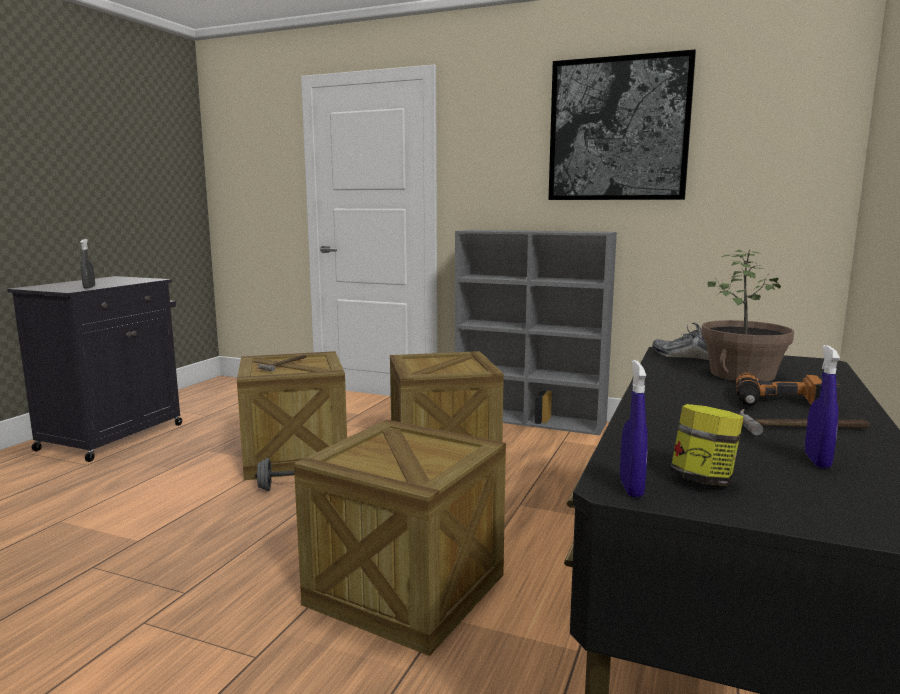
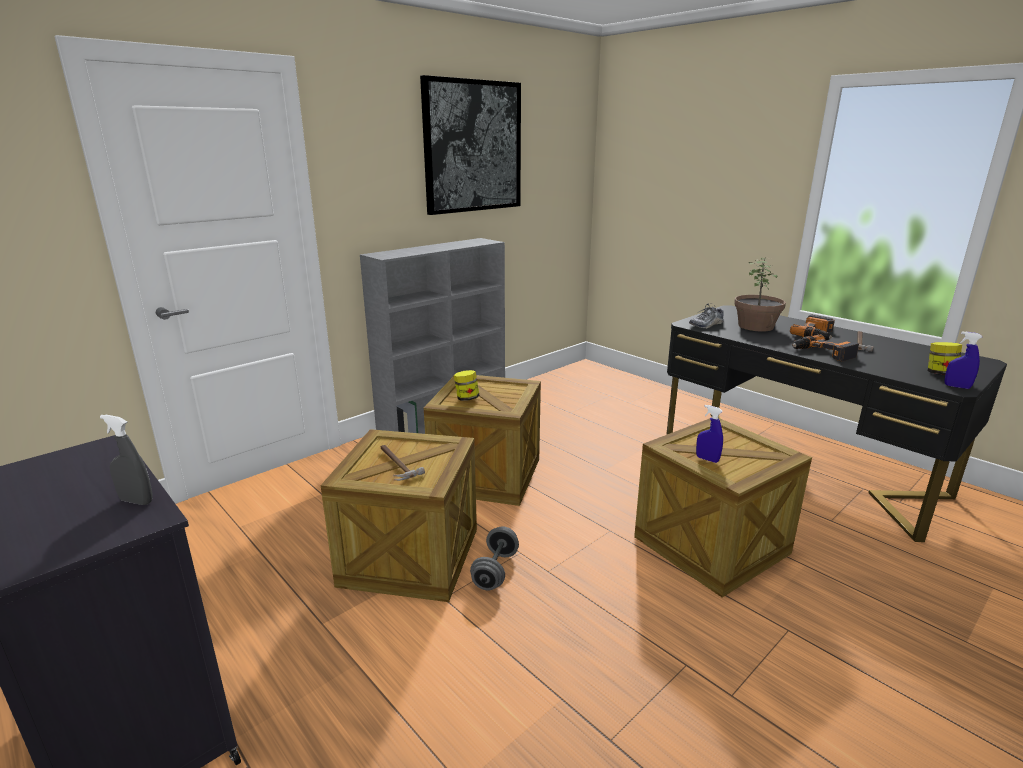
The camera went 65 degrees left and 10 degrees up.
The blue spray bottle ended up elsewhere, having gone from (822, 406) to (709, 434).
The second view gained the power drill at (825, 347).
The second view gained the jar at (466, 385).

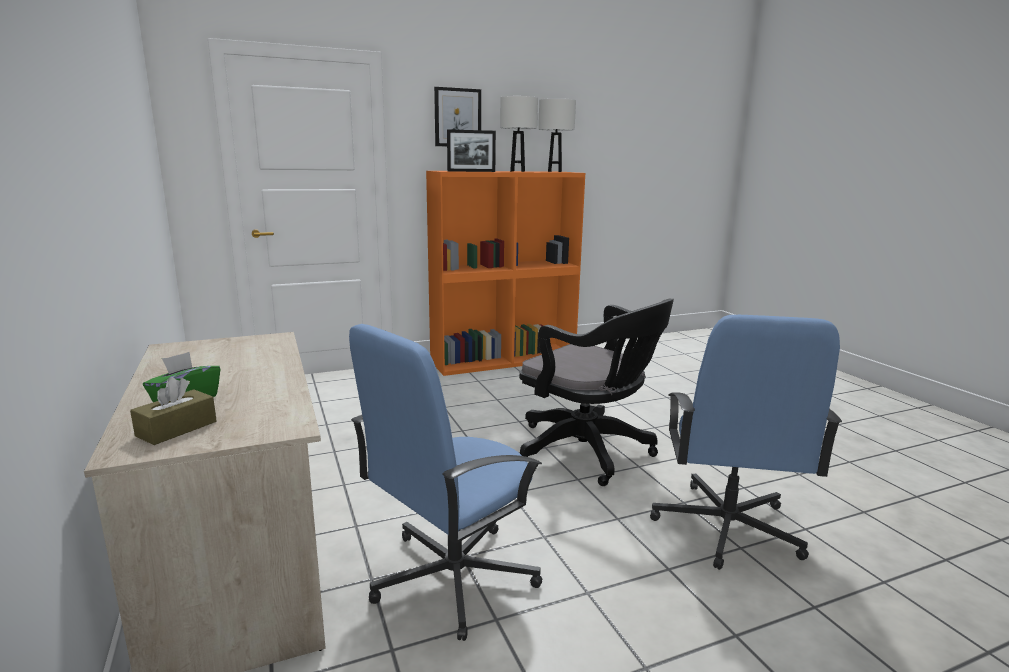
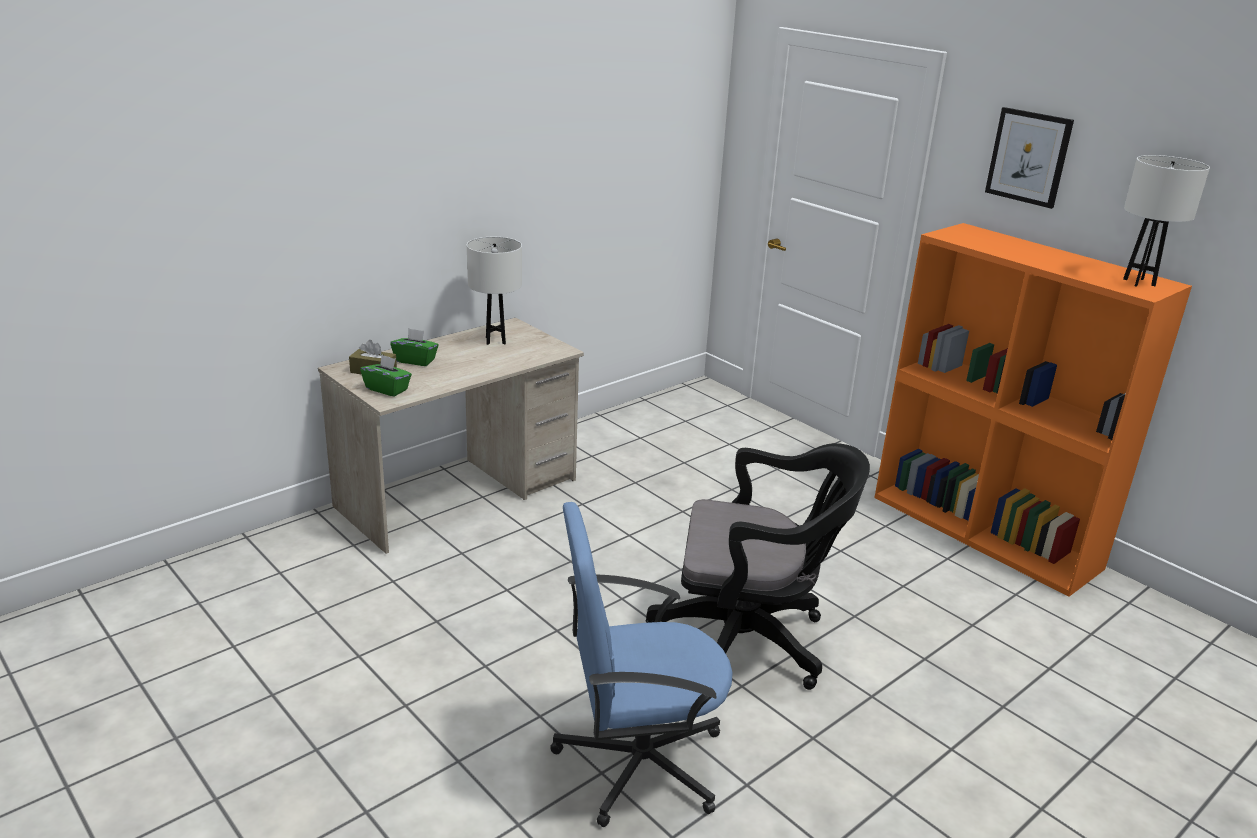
The camera went 70 degrees right and 10 degrees up.
The white table lamp ended up elsewhere, having gone from (519, 134) to (494, 291).
The second view lost the picture frame at (471, 150).
The black office chair at (596, 392) ended up facing another way, 105 degrees counterclockwise from before.
The second view lost the blue office chair at (445, 482).
The second view gained the green tissue box at (386, 376).

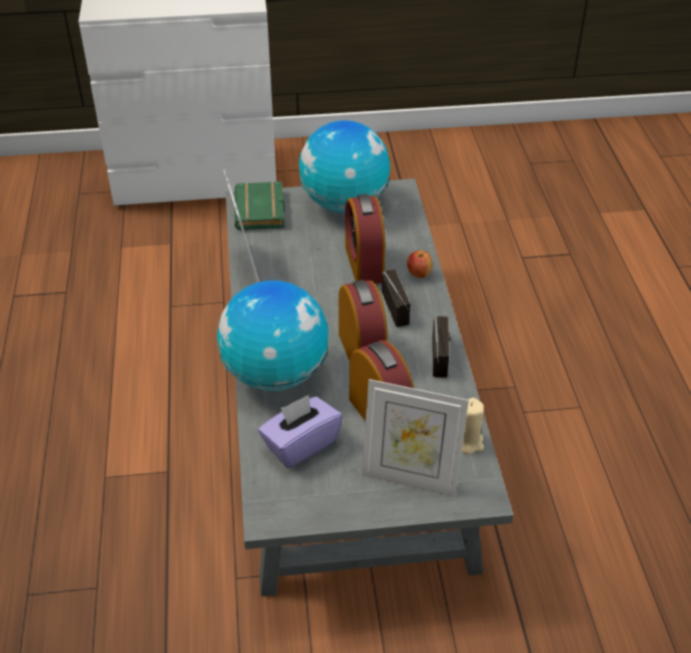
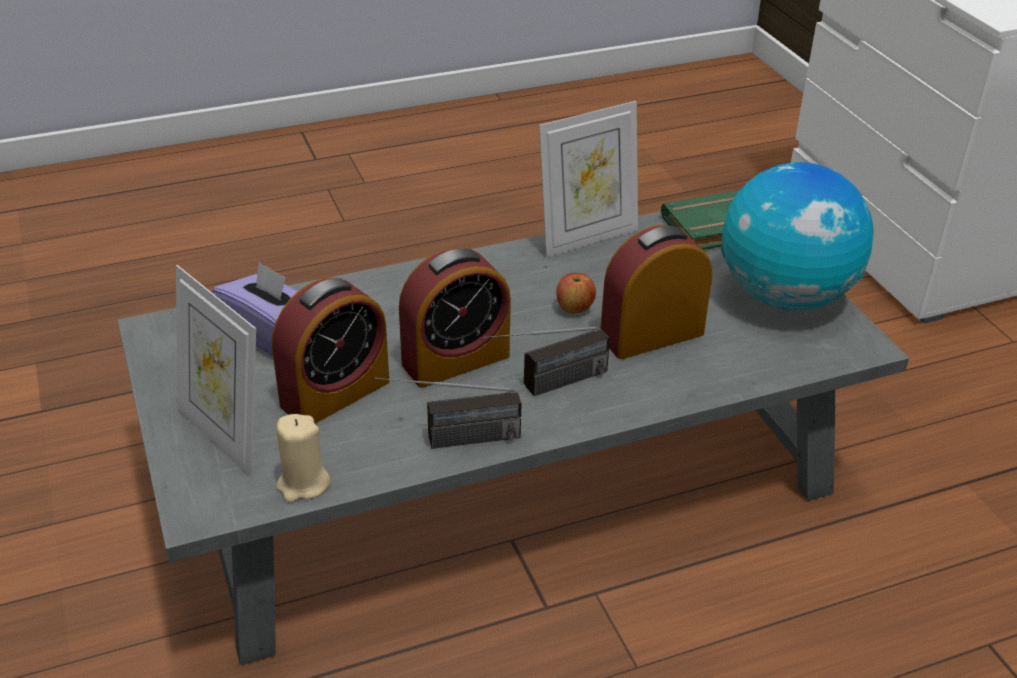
The camera went 75 degrees right and 5 degrees down.
The apple ended up elsewhere, having gone from (420, 264) to (576, 293).
The second view lost the globe at (272, 335).
The picture frame at (415, 438) ended up facing another way, 45 degrees counterclockwise from before.

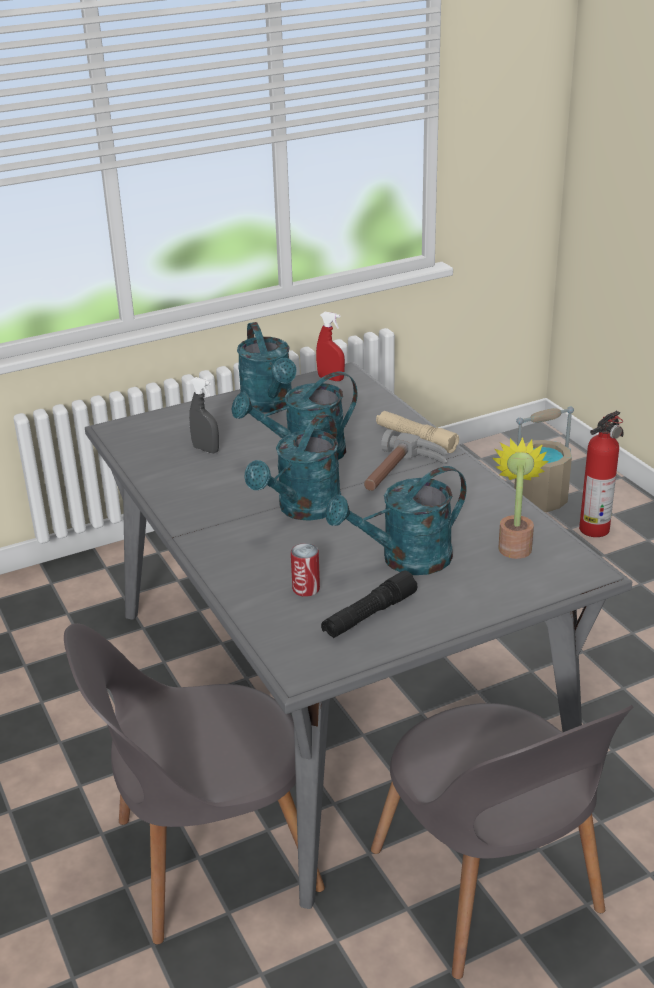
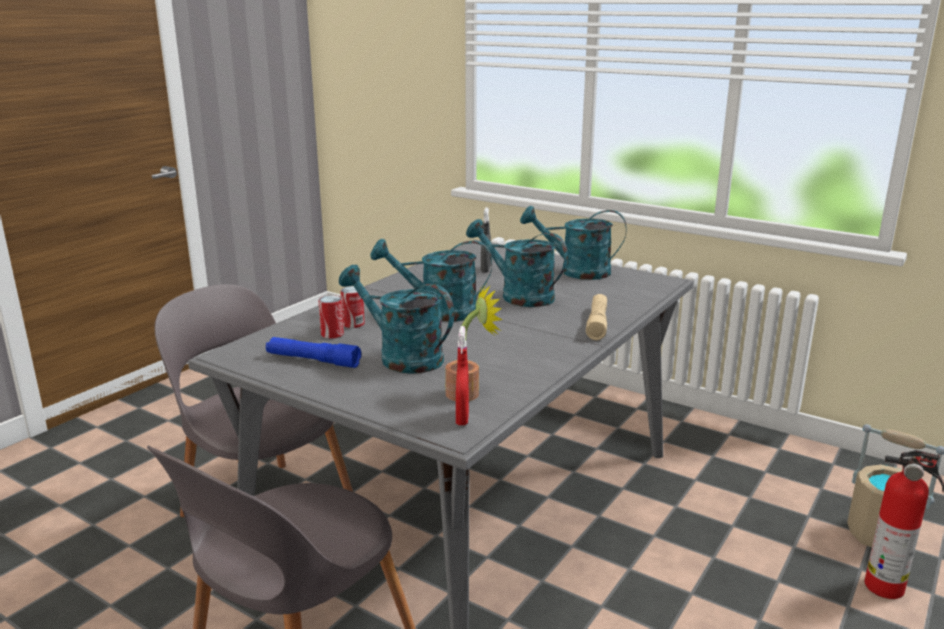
The camera went 60 degrees right and 10 degrees down.
The red spray bottle ended up elsewhere, having gone from (330, 346) to (462, 375).
The turquoise watering can at (266, 367) ended up facing another way, 60 degrees clockwise from before.
The second view lost the hammer at (406, 460).
What was the black flashlight at (369, 604) turned into the blue flashlight at (313, 352).
The second view gained the can at (353, 307).

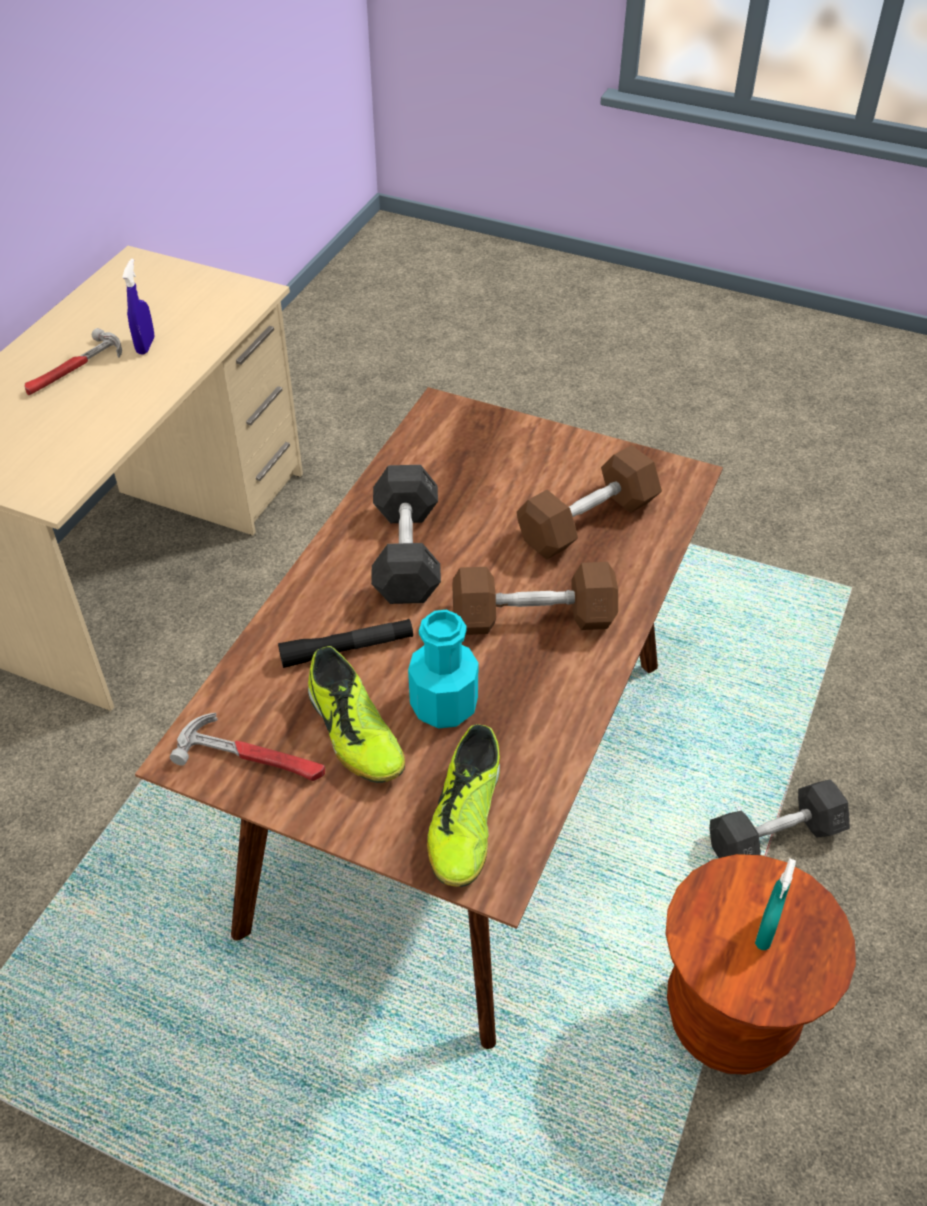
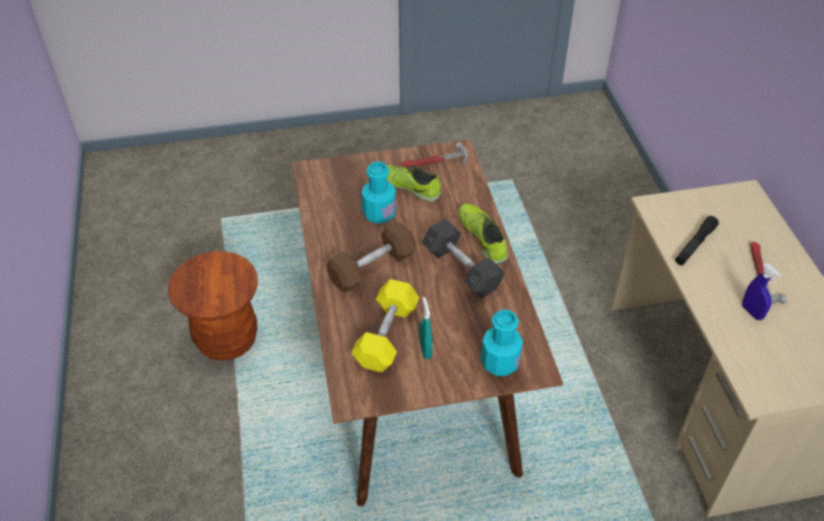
The camera went 145 degrees right and 0 degrees up.
What was the brown dumbbell at (589, 502) turned into the yellow dumbbell at (385, 325).
The black flashlight ended up elsewhere, having gone from (345, 643) to (697, 240).
The shoe ended up elsewhere, having gone from (463, 805) to (483, 234).
The second view lost the grey dumbbell at (780, 818).
The turquoise spray bottle ended up elsewhere, having gone from (775, 904) to (425, 328).
The second view gained the turquoise bottle at (502, 343).

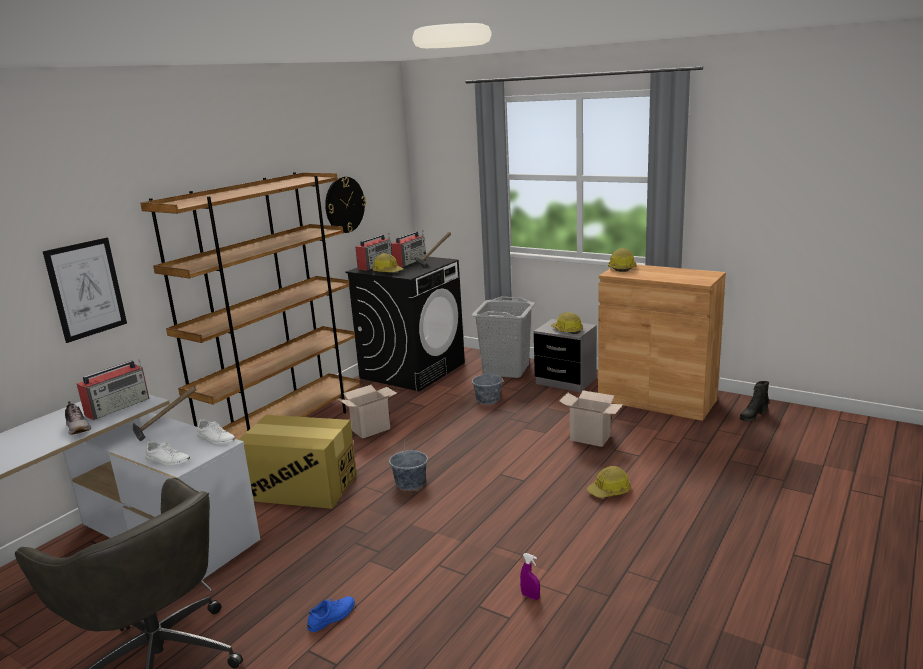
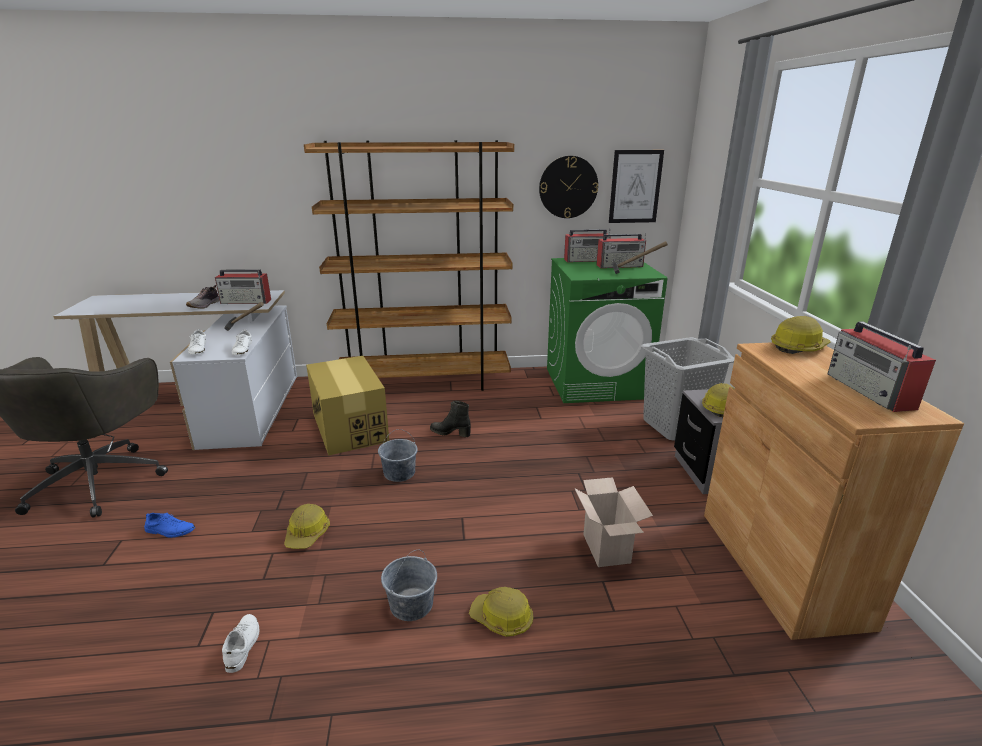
The camera went 50 degrees right and 5 degrees up.
The picture ended up elsewhere, having gone from (85, 290) to (636, 186).
The hard hat ended up elsewhere, having gone from (387, 262) to (307, 526).
What was the black washing machine at (405, 324) turned into the green washing machine at (607, 330).
The grey bucket ended up elsewhere, having gone from (487, 384) to (409, 585).
The black boot ended up elsewhere, having gone from (754, 401) to (450, 419).
The second view lost the cardboard box at (367, 412).
Where the purple spray bottle stood at (530, 576), the white shoe came to stand at (240, 643).
The second view gained the radio at (882, 366).

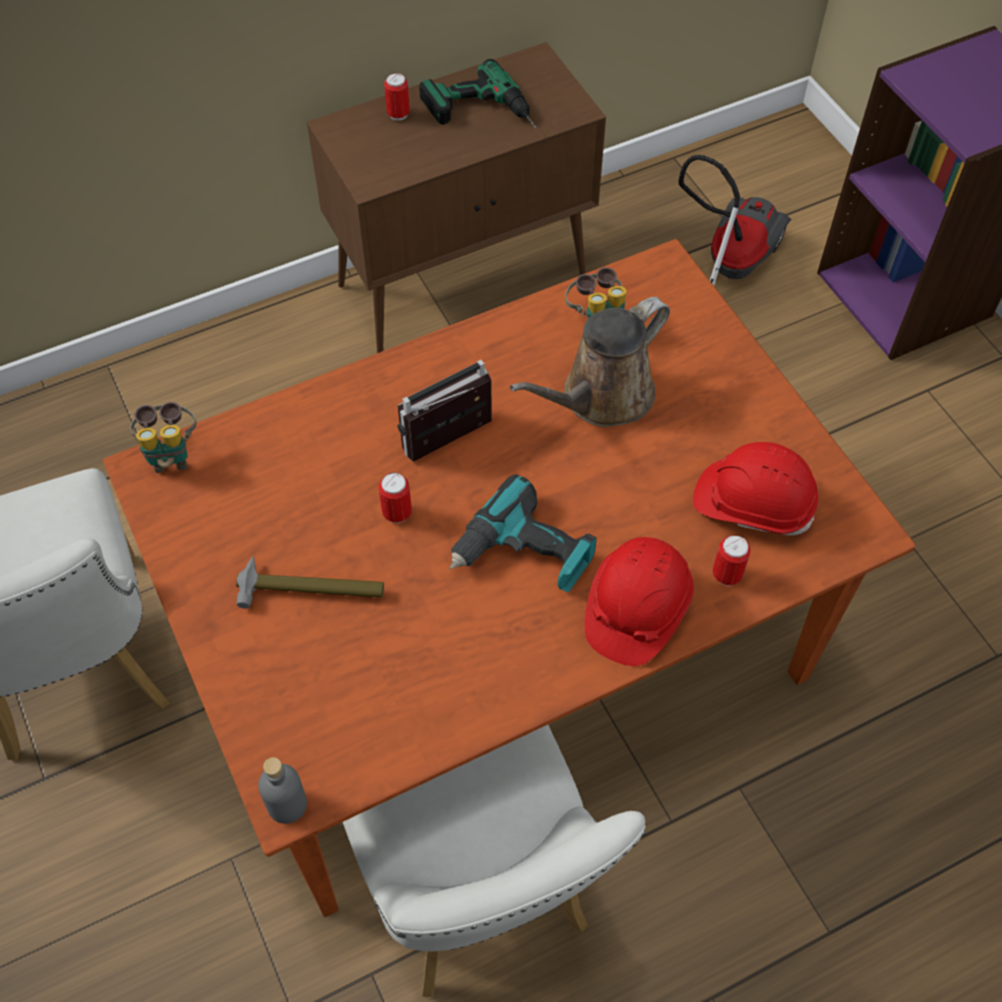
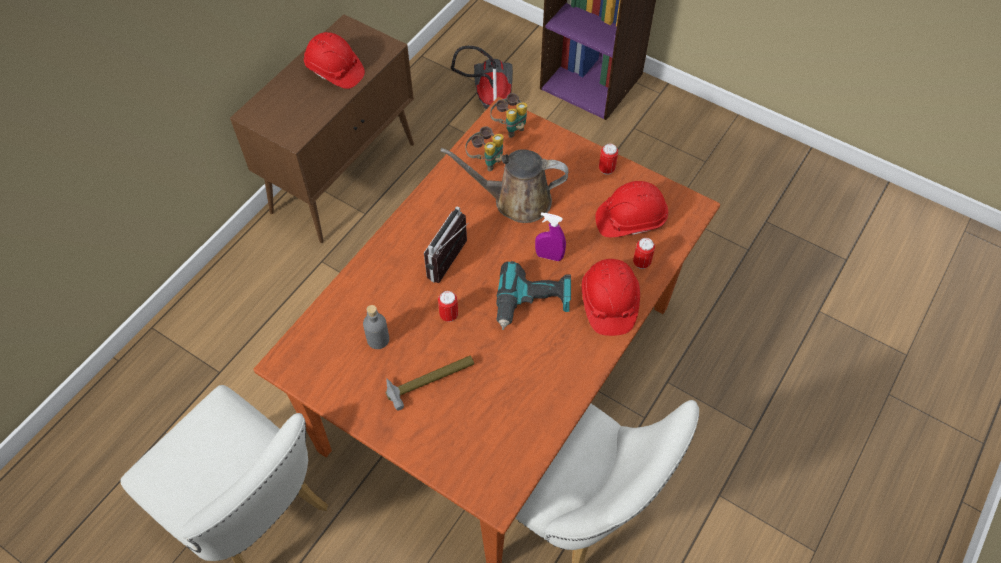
The camera went 30 degrees left and 0 degrees up.
Where the power drill stood at (477, 93), the red hard hat came to stand at (334, 60).
The can ended up elsewhere, having gone from (397, 97) to (608, 159).
The brown watering can at (590, 362) ended up facing another way, 75 degrees clockwise from before.
The binoculars ended up elsewhere, having gone from (163, 437) to (508, 115).
The grey bottle ended up elsewhere, having gone from (282, 790) to (376, 327).
The second view gained the purple spray bottle at (550, 236).

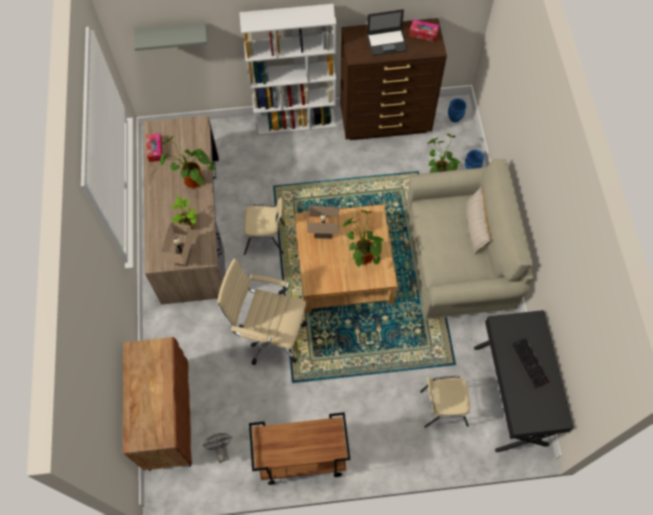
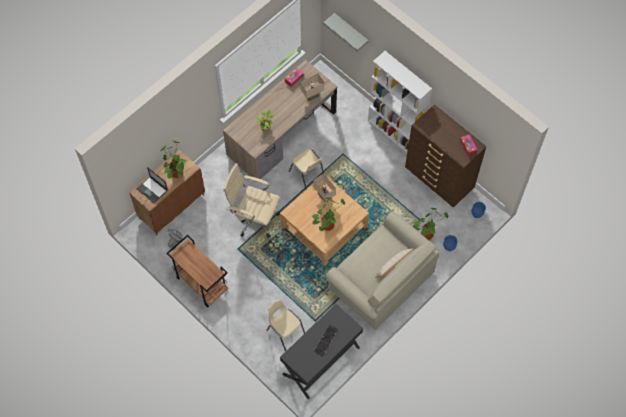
The camera went 50 degrees right and 0 degrees up.
The laptop ended up elsewhere, having gone from (387, 32) to (152, 185).
The potted plant ended up elsewhere, having gone from (187, 161) to (173, 159).
The beige table lamp ended up elsewhere, having gone from (178, 244) to (312, 87).
The beige office chair at (262, 312) ended up facing another way, 45 degrees counterclockwise from before.

